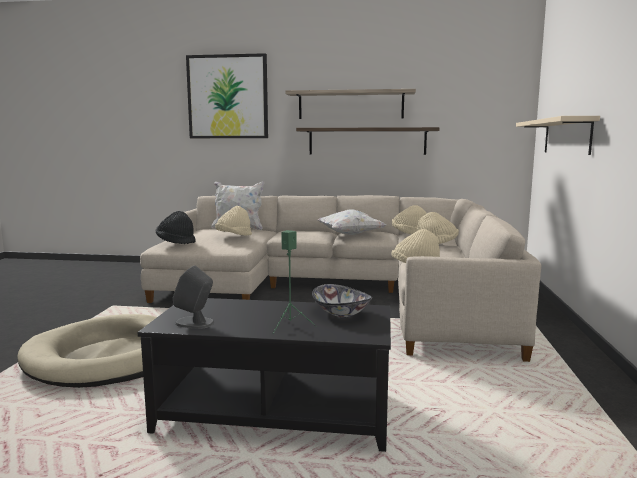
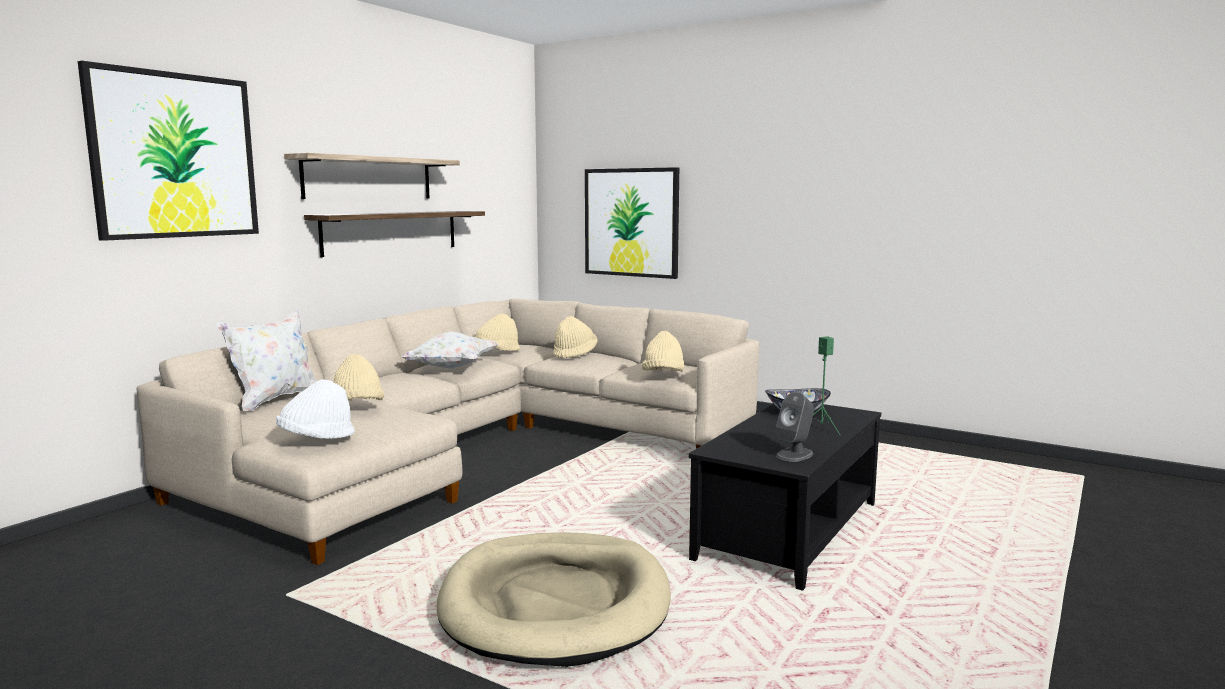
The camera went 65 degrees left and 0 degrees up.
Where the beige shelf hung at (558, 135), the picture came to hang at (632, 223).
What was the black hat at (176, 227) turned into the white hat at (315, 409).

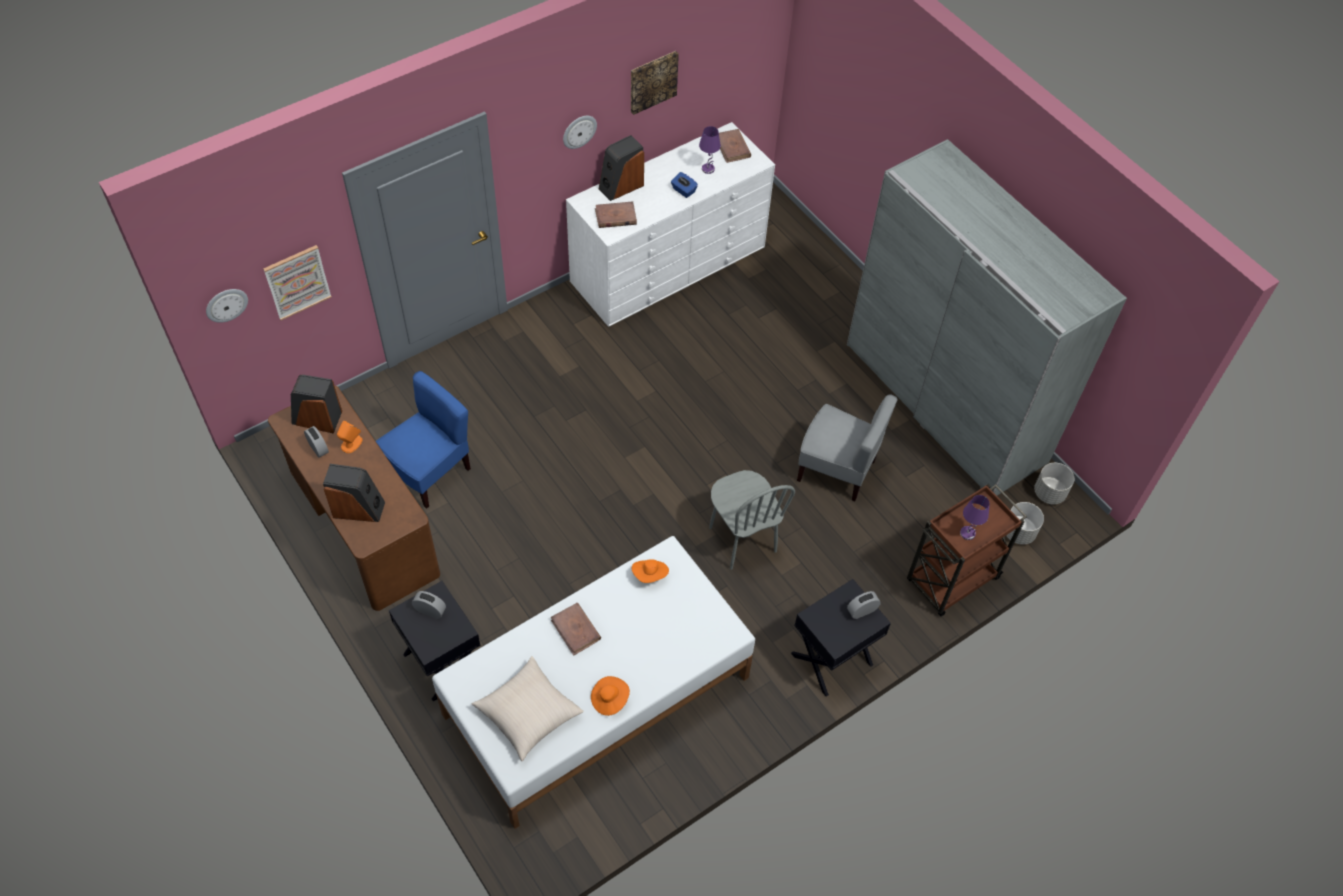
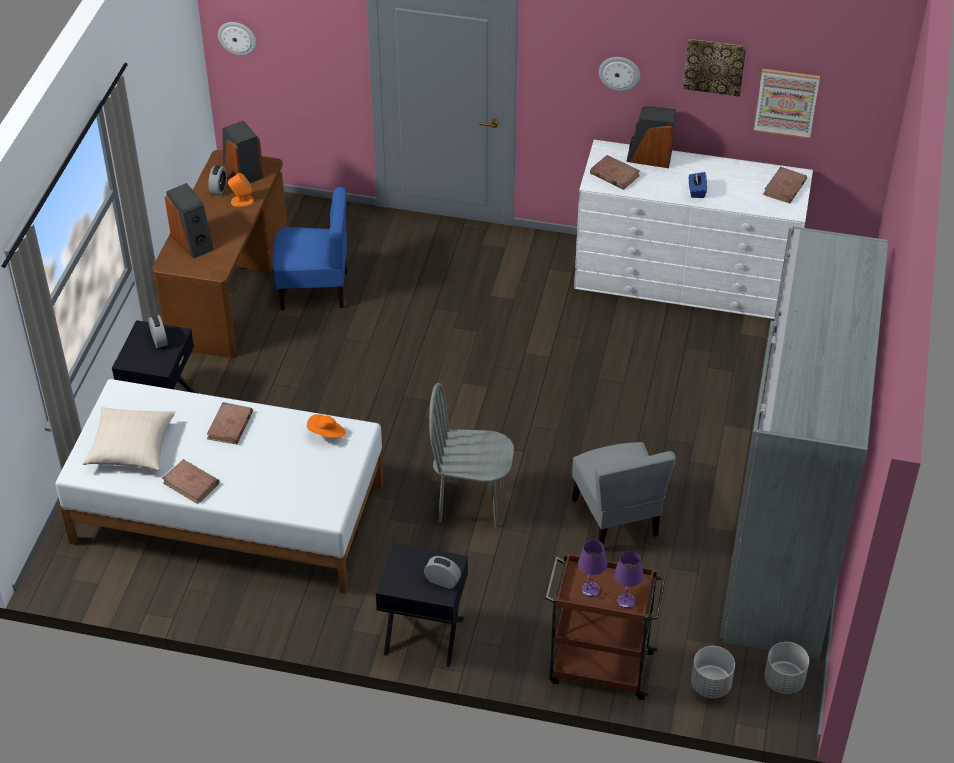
The camera went 50 degrees right and 10 degrees down.
The purple table lamp ended up elsewhere, having gone from (710, 150) to (629, 580).
The picture ended up elsewhere, having gone from (297, 282) to (787, 104).
The grey chair at (752, 520) ended up facing another way, 75 degrees clockwise from before.
Where the orange hat stood at (610, 696), the brown book came to stand at (190, 481).

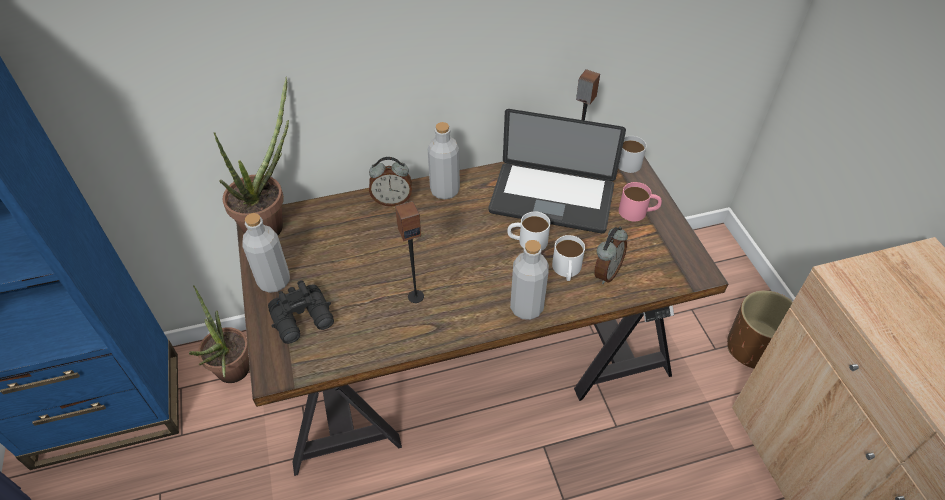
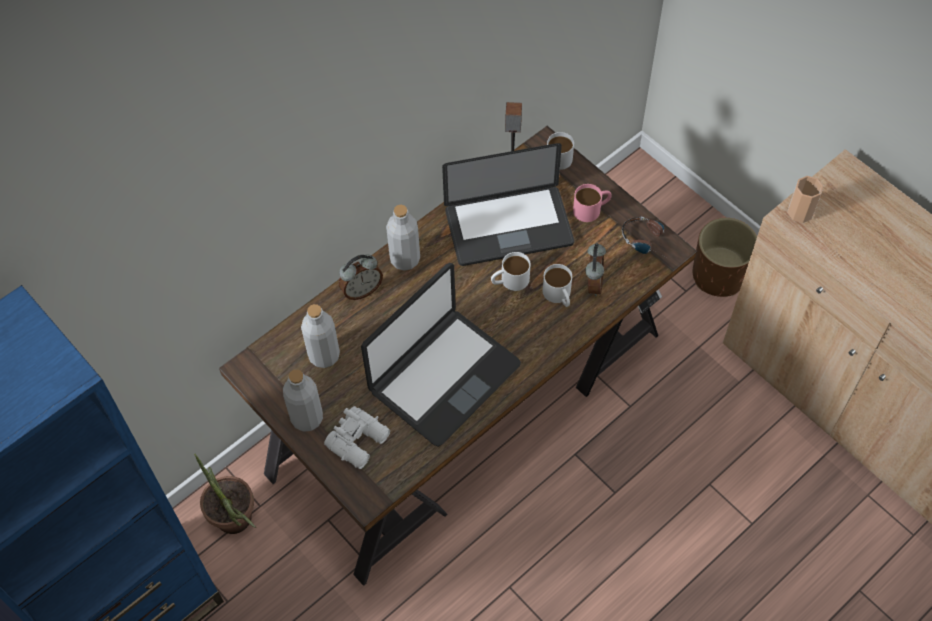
The camera went 25 degrees left and 10 degrees up.
The second view lost the potted plant at (251, 156).
Where the speaker stood at (409, 252), the laptop came to stand at (441, 355).
The grey bottle ended up elsewhere, having gone from (529, 280) to (320, 336).
What was the black binoculars at (301, 312) turned into the white binoculars at (357, 437).
The second view gained the cup at (805, 199).
The second view gained the headphones at (643, 235).

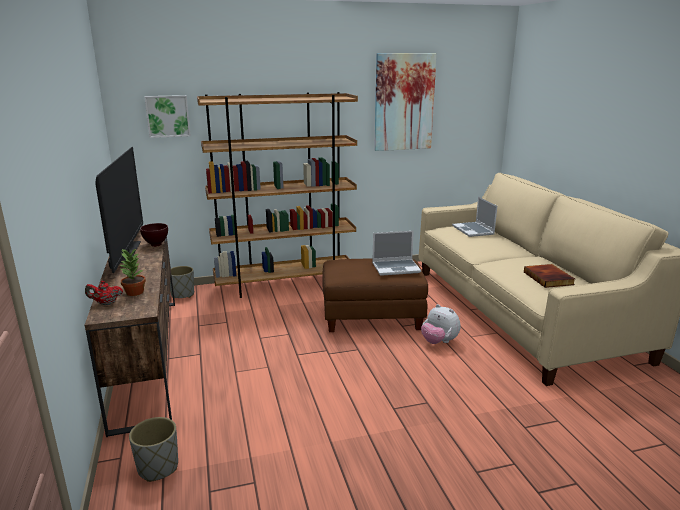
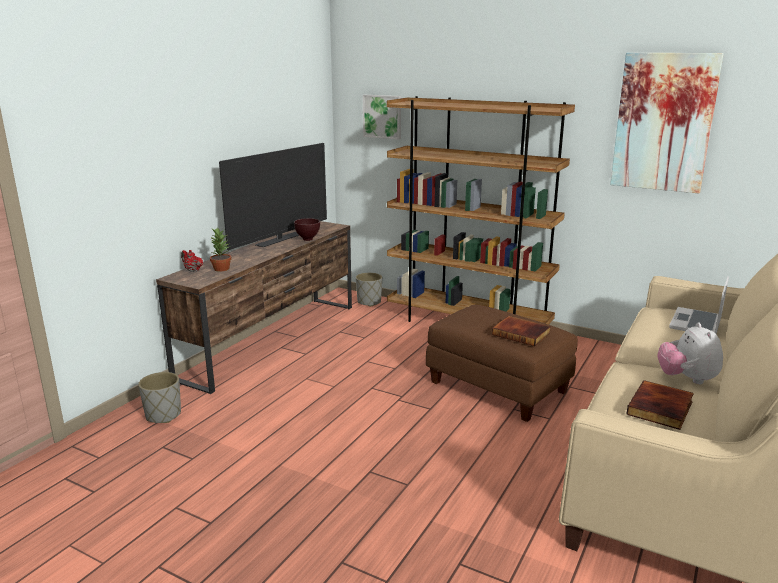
The camera went 45 degrees right and 0 degrees up.
Where the laptop stood at (396, 253), the book came to stand at (521, 331).
The plush toy ended up elsewhere, having gone from (441, 324) to (690, 353).

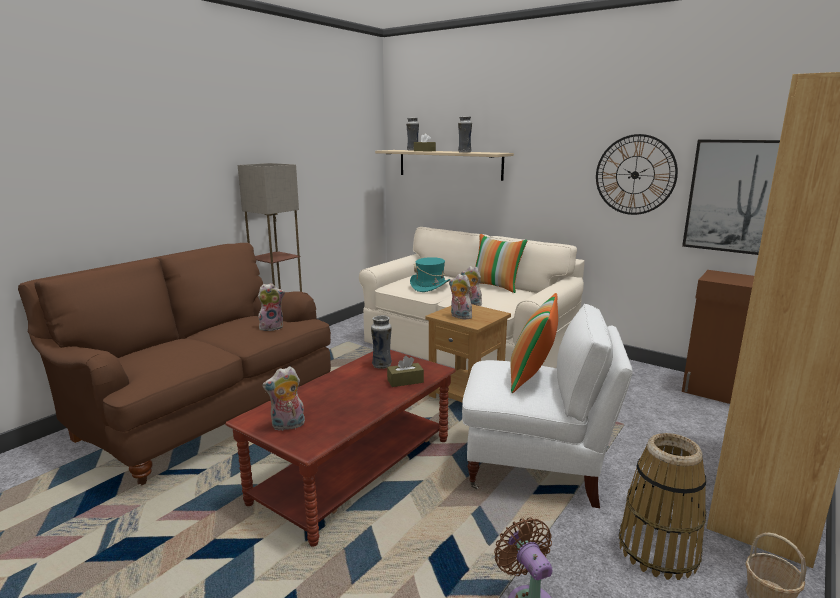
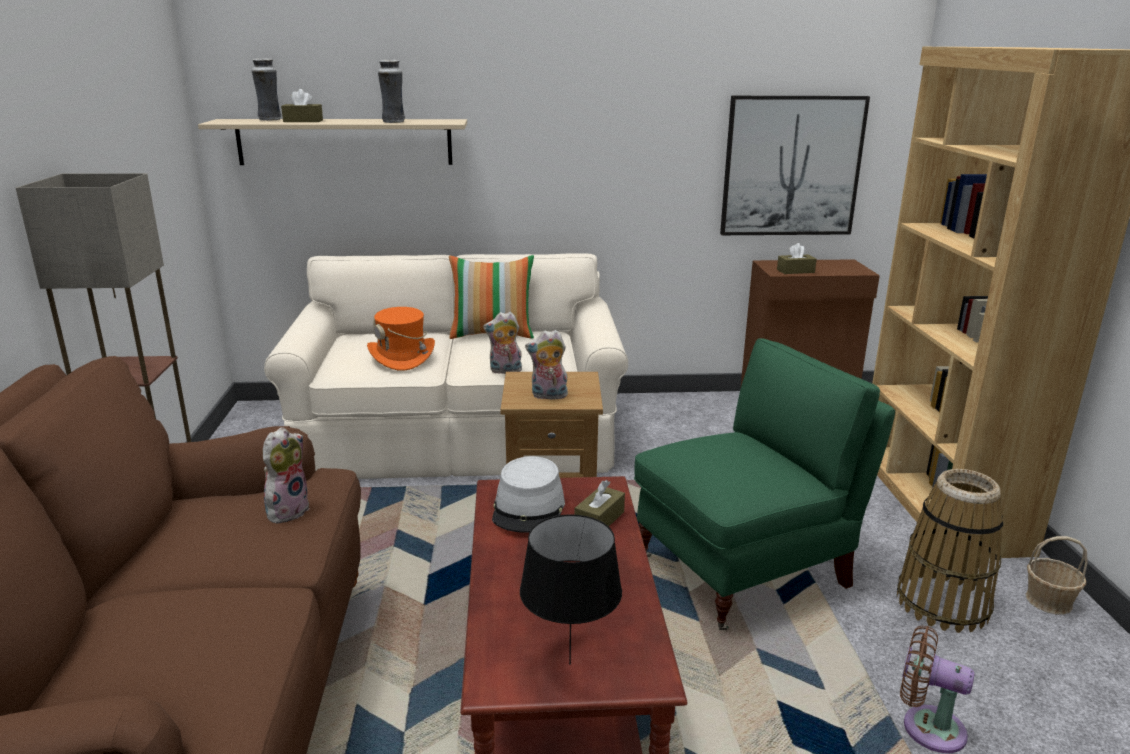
The camera went 40 degrees left and 5 degrees up.
The second view lost the wall clock at (637, 174).
What was the turquoise hat at (430, 274) turned into the orange hat at (401, 339).
The second view lost the pillow at (534, 343).
What was the white armchair at (547, 406) turned into the green armchair at (764, 484).
Where the vase stood at (381, 342), the grey hat came to stand at (528, 494).
Where the plush toy stood at (283, 398), the black table lamp came to stand at (571, 589).
The second view gained the brown tissue box at (797, 258).

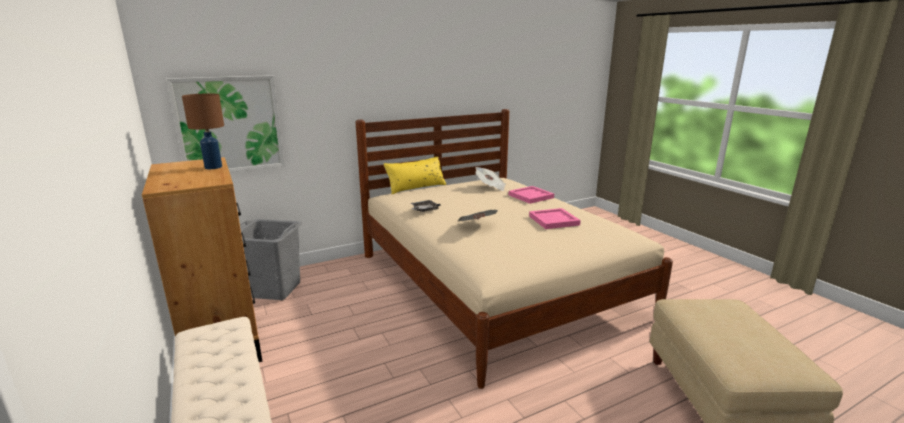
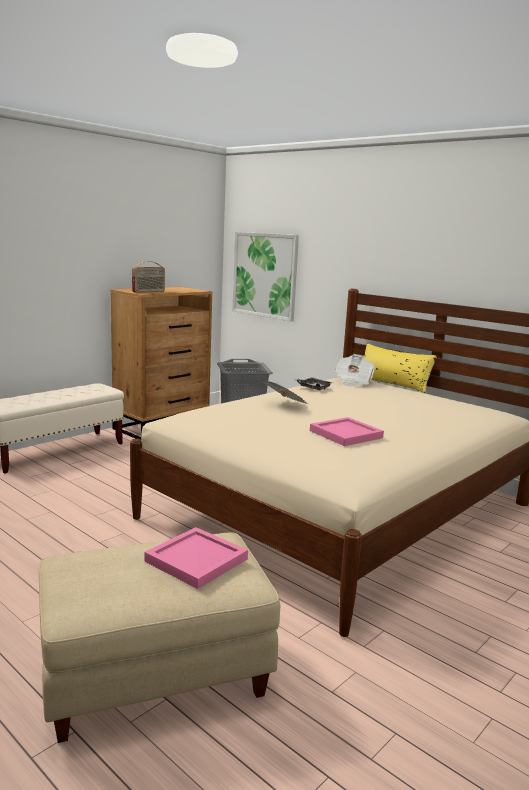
The camera went 70 degrees right and 5 degrees down.
The second view lost the brown table lamp at (203, 131).
The newspaper ended up elsewhere, having gone from (490, 179) to (355, 371).
The pink tray ended up elsewhere, having gone from (531, 195) to (196, 558).
The second view gained the radio at (148, 277).

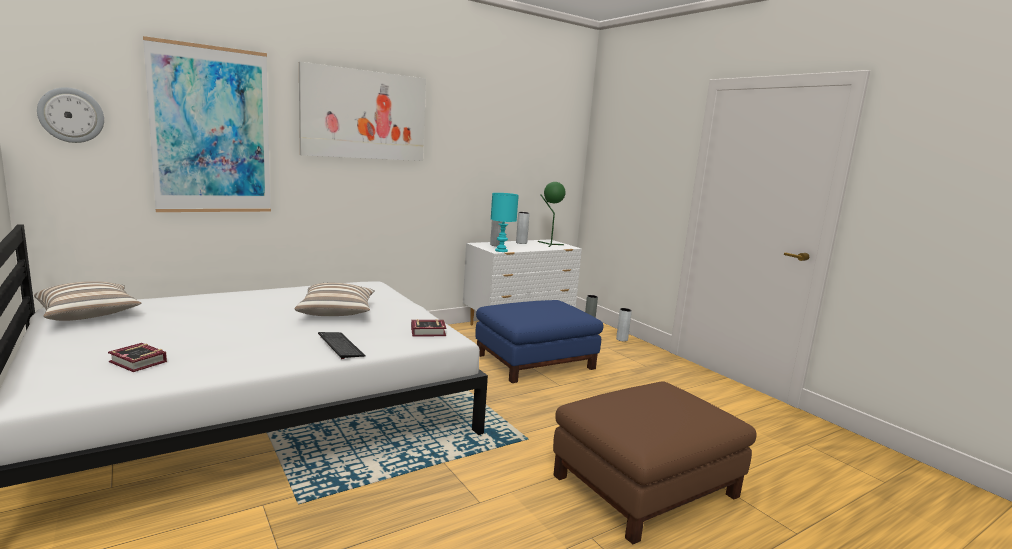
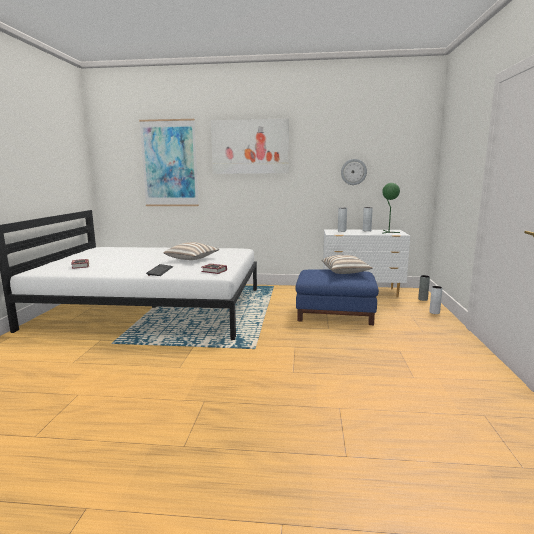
The camera went 40 degrees right and 0 degrees up.
The wall clock ended up elsewhere, having gone from (70, 115) to (354, 172).
The second view lost the turquoise table lamp at (505, 222).
The pillow ended up elsewhere, having gone from (87, 301) to (347, 264).
The second view lost the brown ottoman at (654, 462).

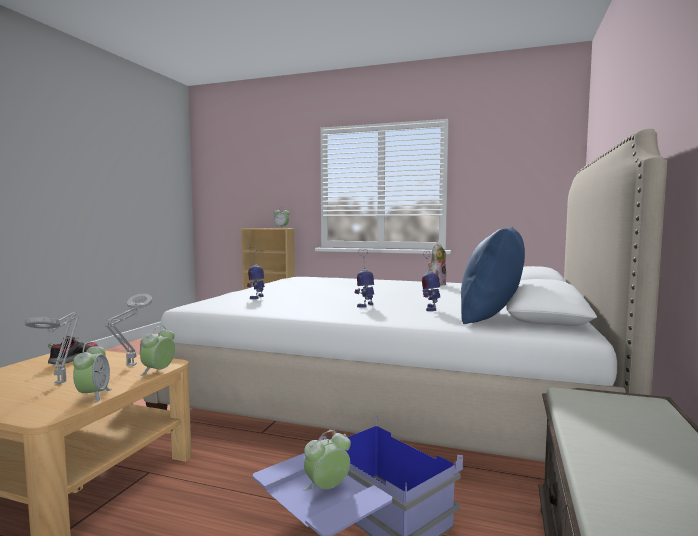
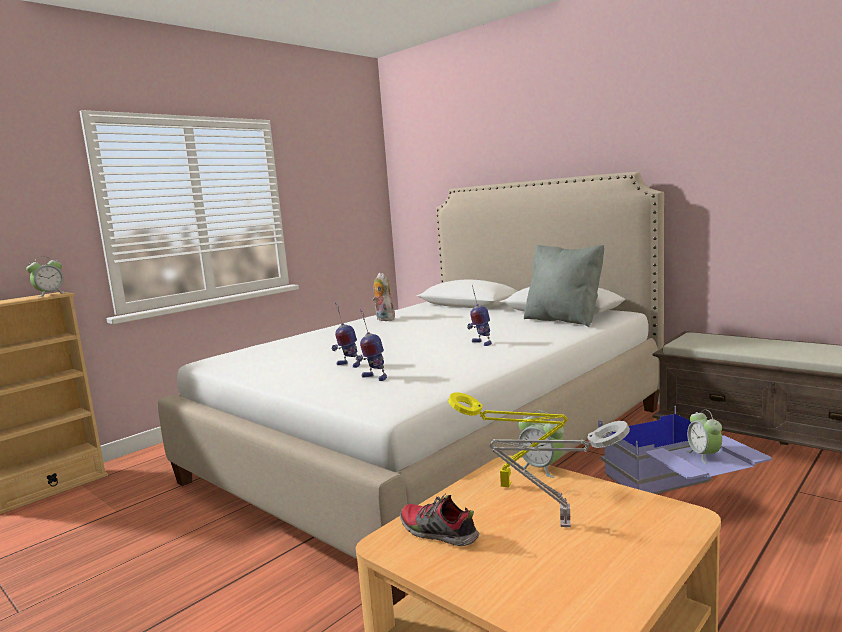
The camera went 65 degrees left and 5 degrees up.
What was the blue pillow at (493, 275) turned into the grey pillow at (564, 285).
The toy robot ended up elsewhere, having gone from (431, 281) to (346, 335).
What was the grey table lamp at (128, 330) turned into the yellow table lamp at (508, 439).
The second view lost the alarm clock at (92, 372).

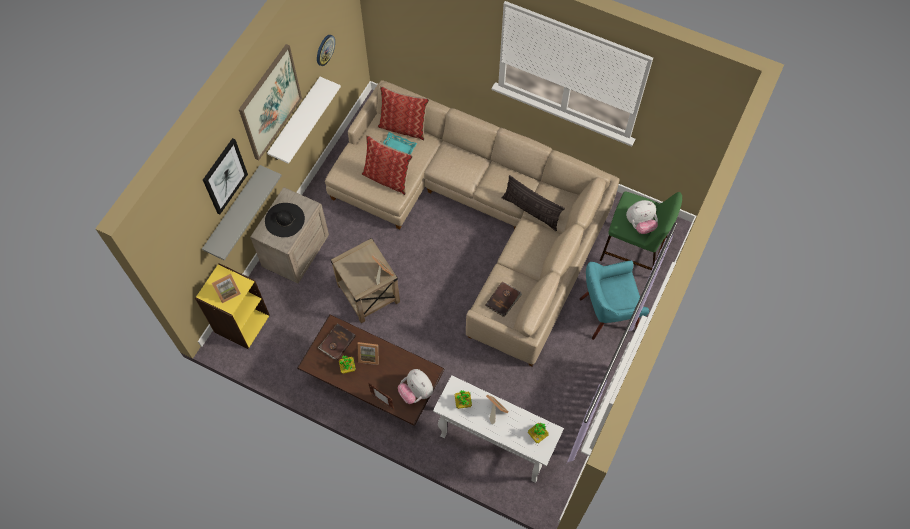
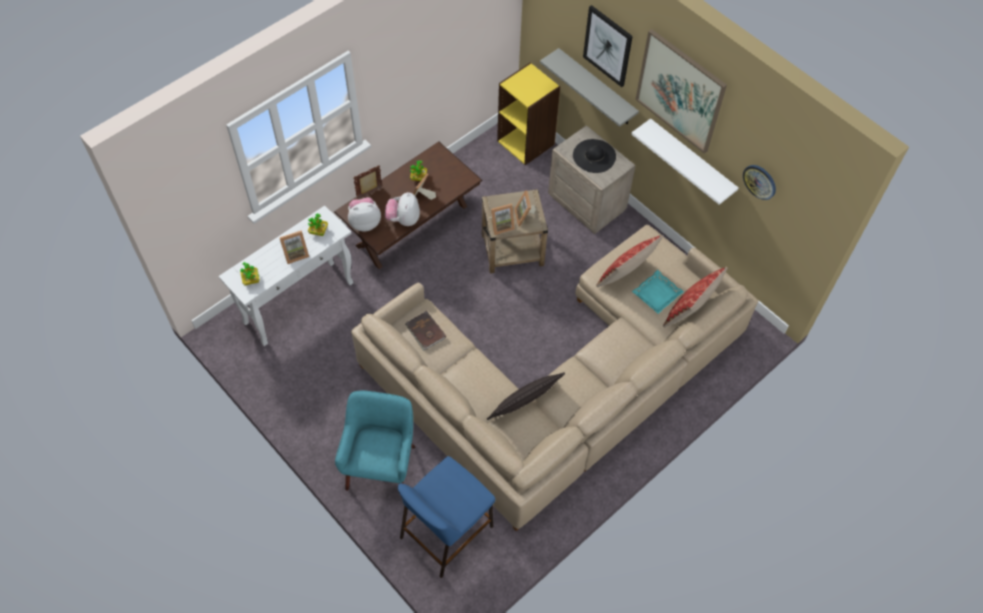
The camera went 110 degrees right and 5 degrees down.
What was the green stool at (641, 231) turned into the blue stool at (446, 517).
The plush toy ended up elsewhere, having gone from (642, 217) to (402, 209).
The picture frame ended up elsewhere, having gone from (226, 288) to (525, 208).
The second view lost the brown book at (337, 341).

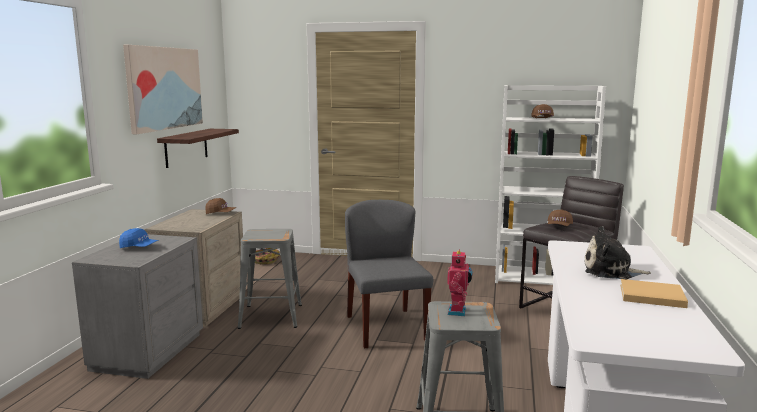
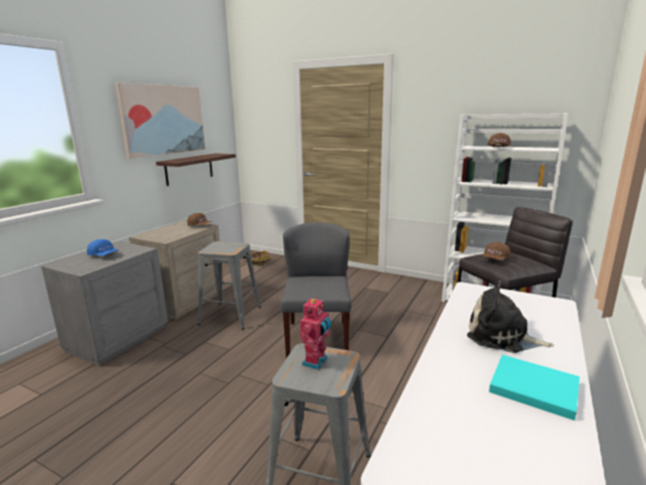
The camera went 15 degrees right and 5 degrees up.
What was the beige book at (654, 293) turned into the turquoise book at (534, 388).

